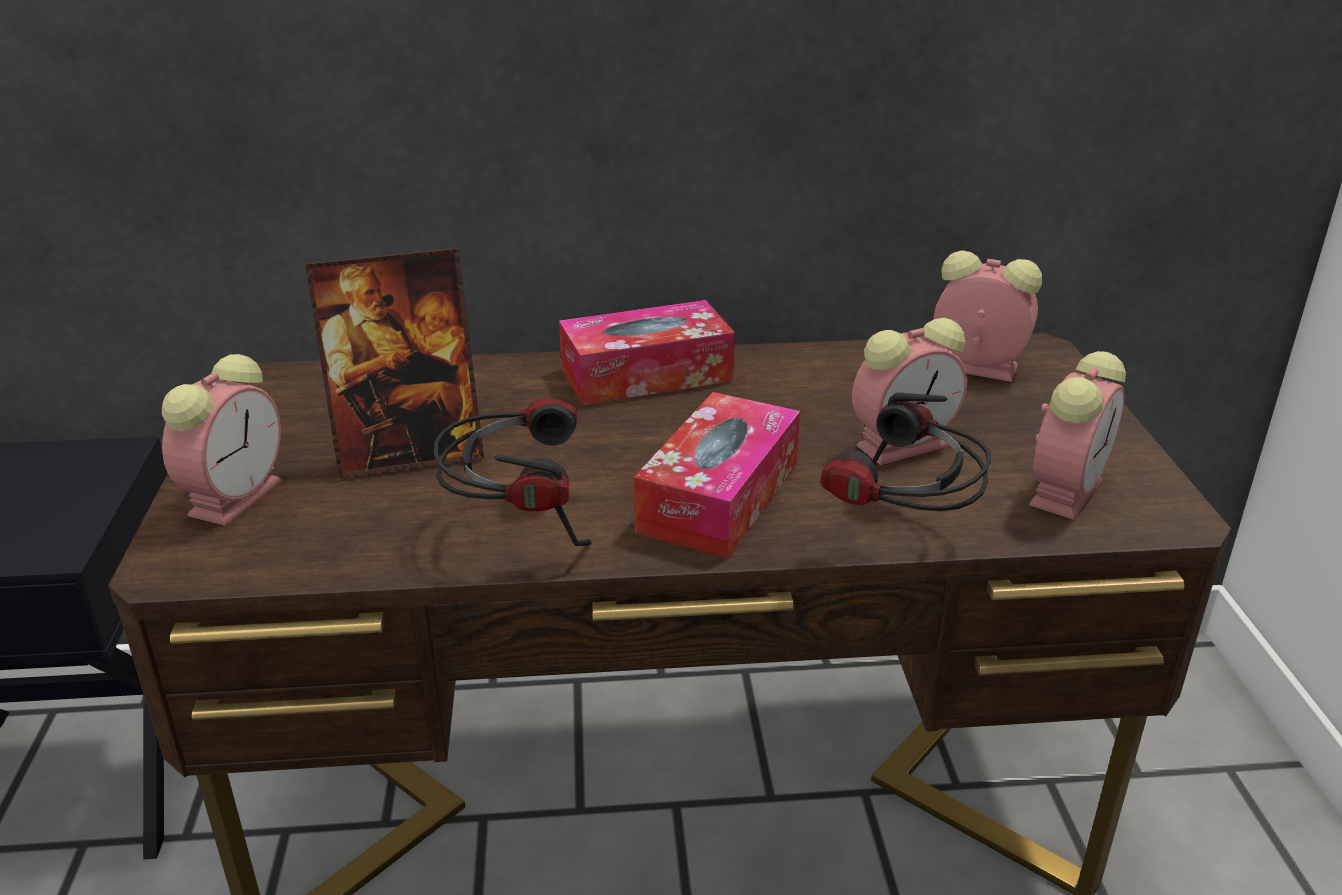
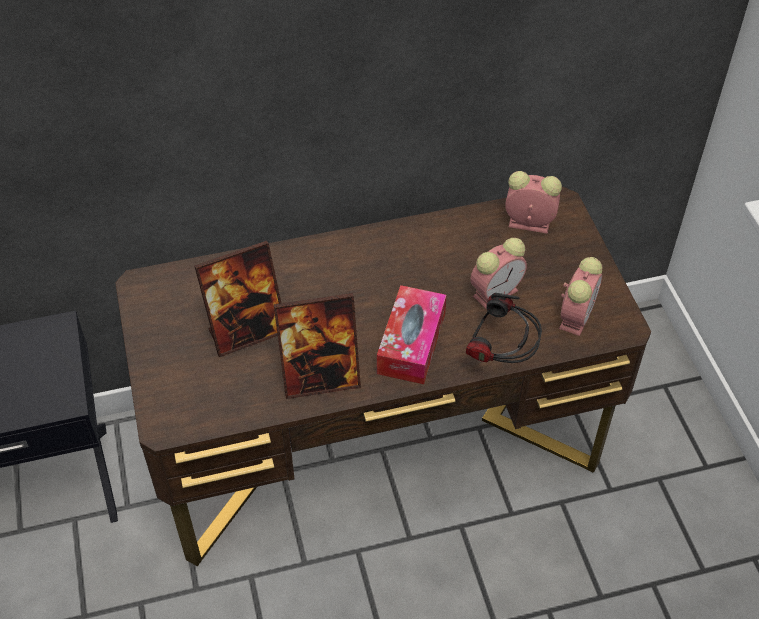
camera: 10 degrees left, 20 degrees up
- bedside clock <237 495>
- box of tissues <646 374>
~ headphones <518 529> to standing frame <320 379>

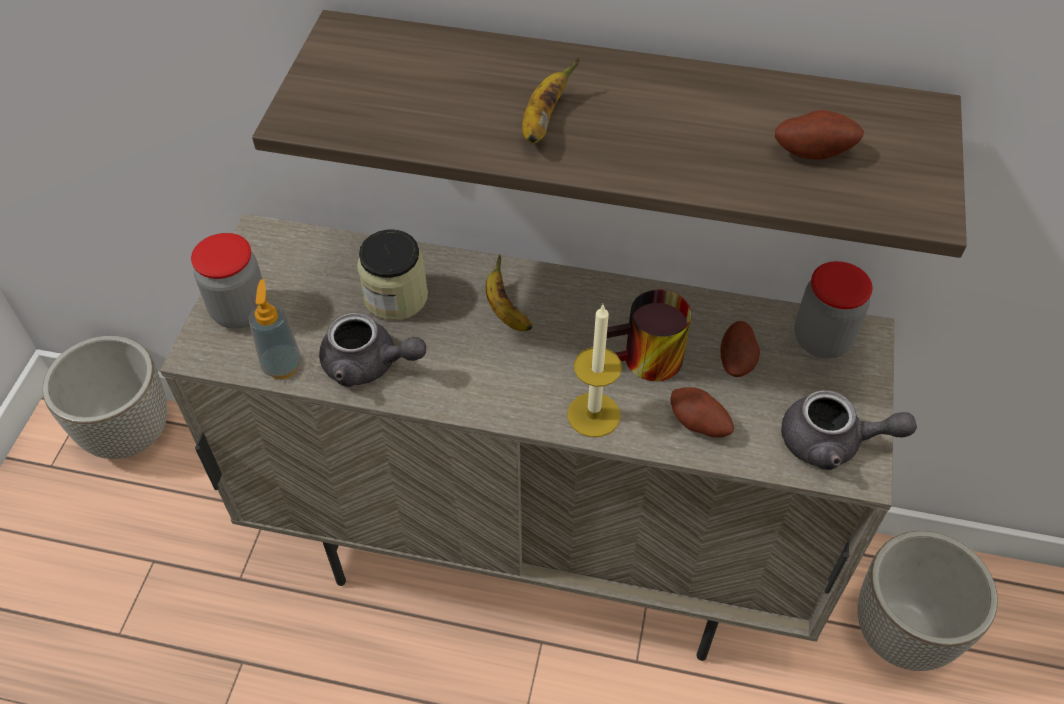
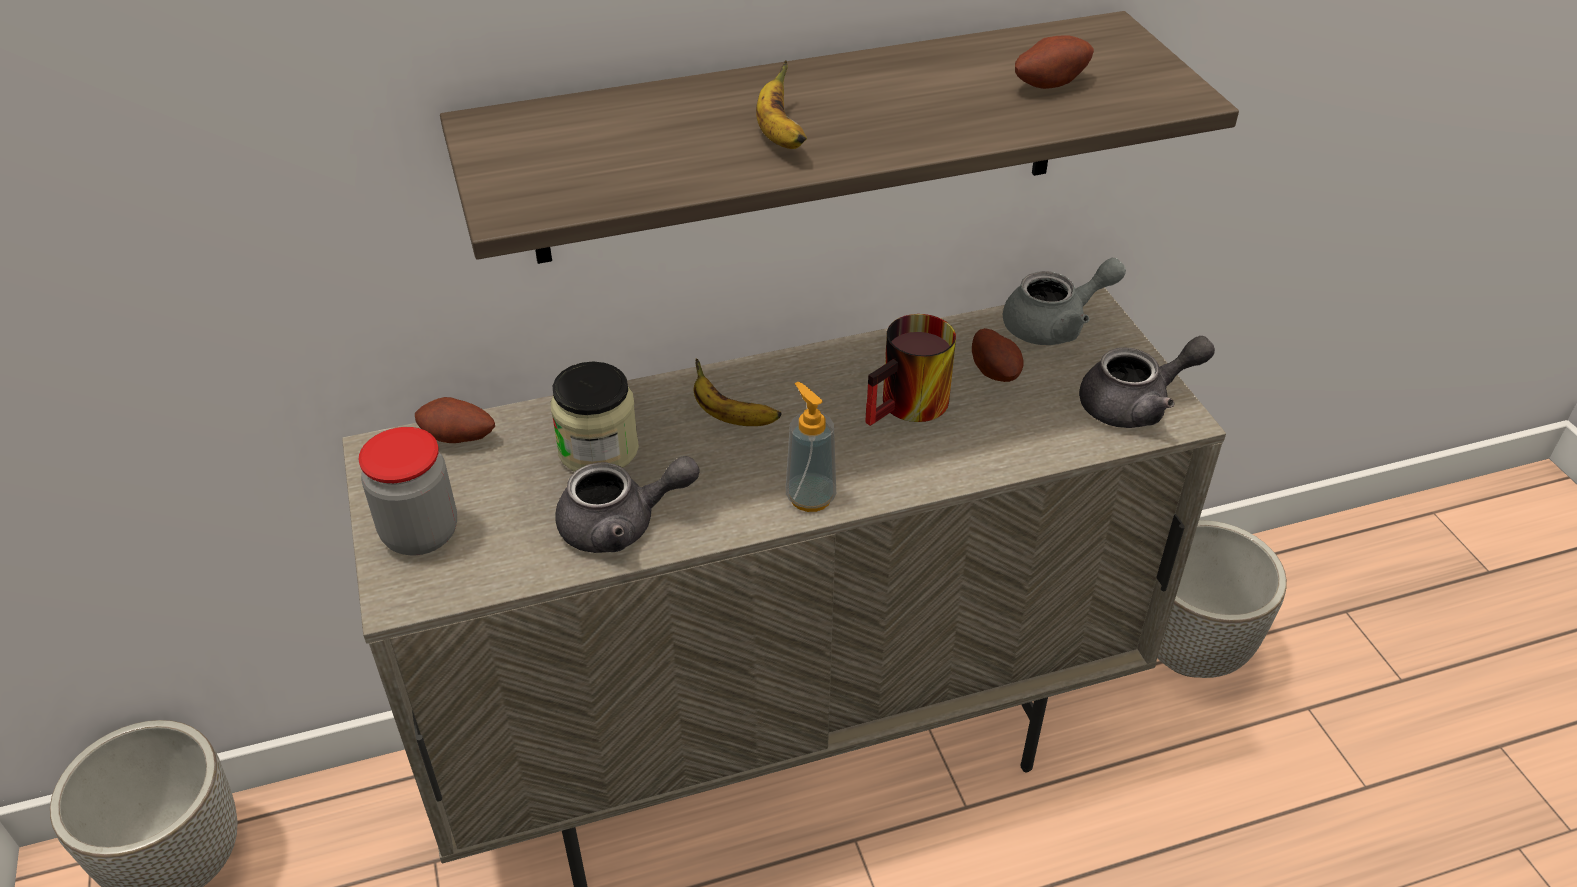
camera: 30 degrees left, 10 degrees down
- wax light <593 415>
~ liquid soap bottle <282 365> to <810 497>
~ potato <697 425> to <457 439>
~ jar <822 340> to grey pot for tea <1055 325>

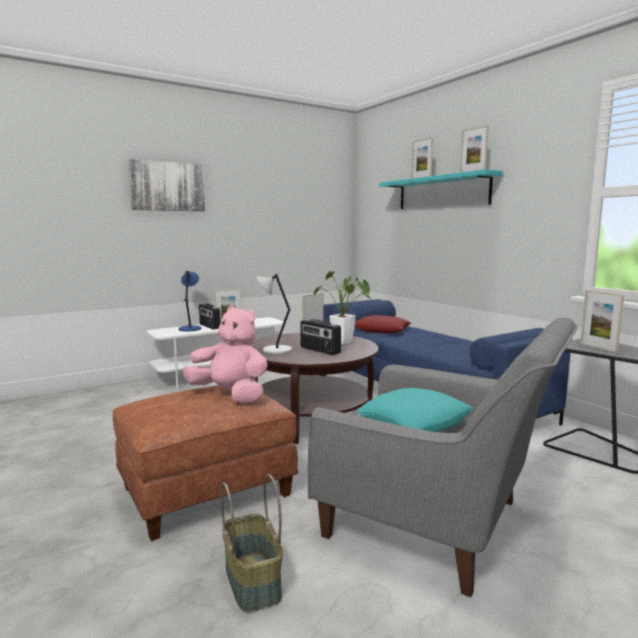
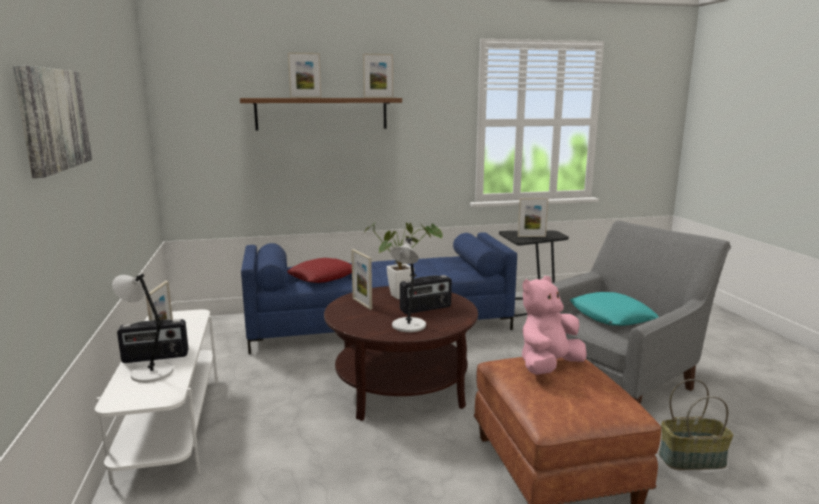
camera: 70 degrees left, 5 degrees up
~ blue-coloured table lamp <190 328> to grey table lamp <150 373>
~ blue-green bracket shelf <442 192> to brownish bracket shelf <321 113>

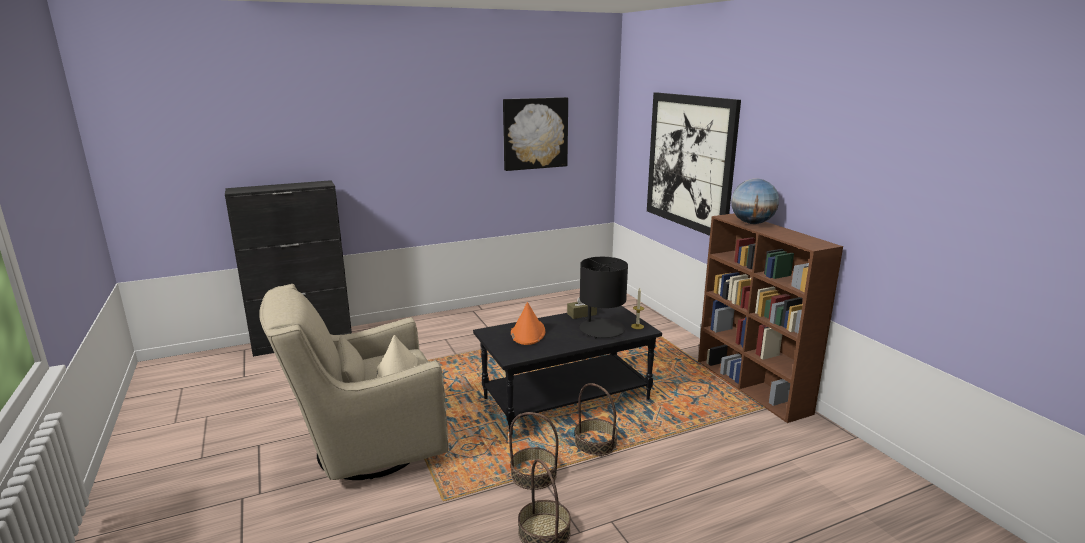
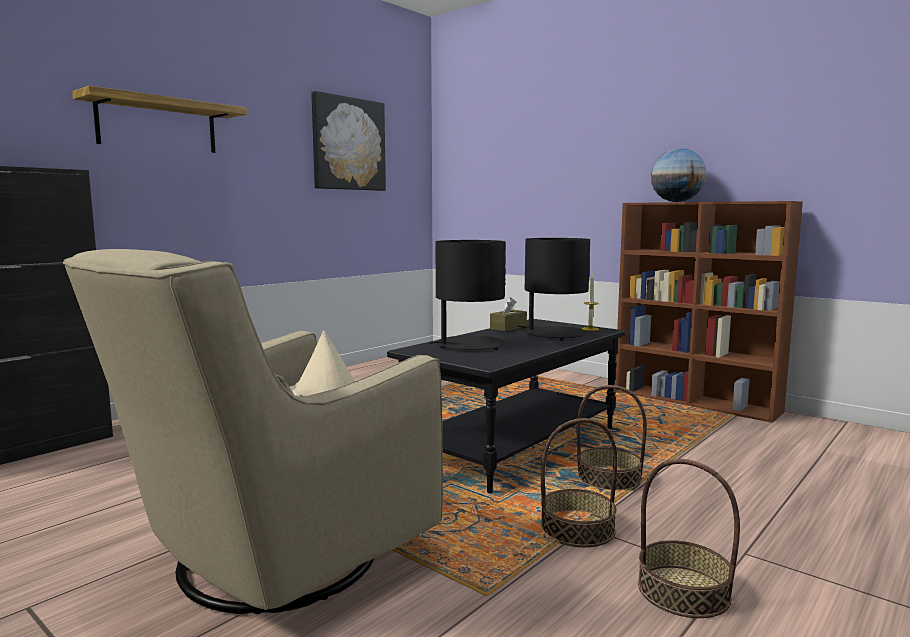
camera: 25 degrees left, 10 degrees down
- wall picture <690 162>
+ bracket shelf <157 125>
~ orange wearable hat <527 333> to black-coloured table lamp <469 345>

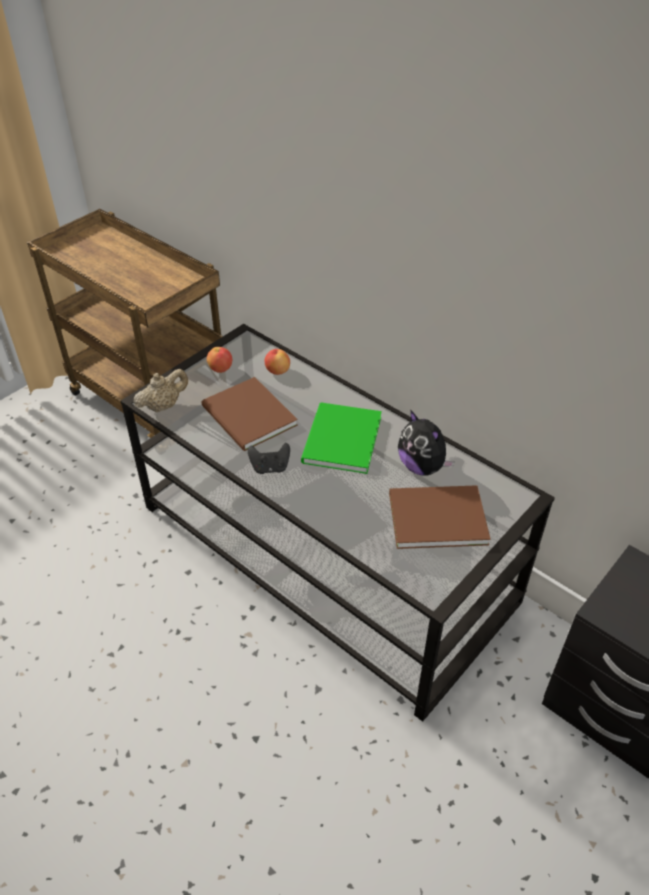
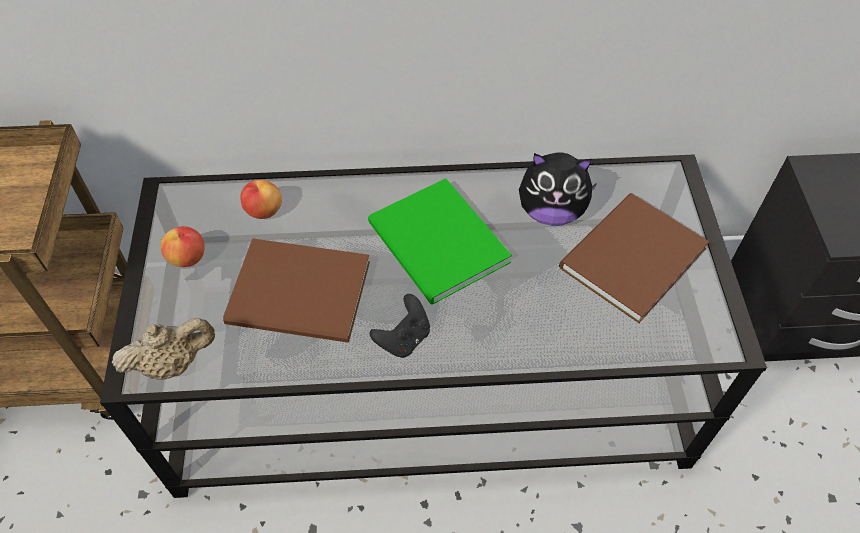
camera: 45 degrees left, 10 degrees up
~ beige-coloured pot for tea <163 406> = <173 363> 60 degrees clockwise

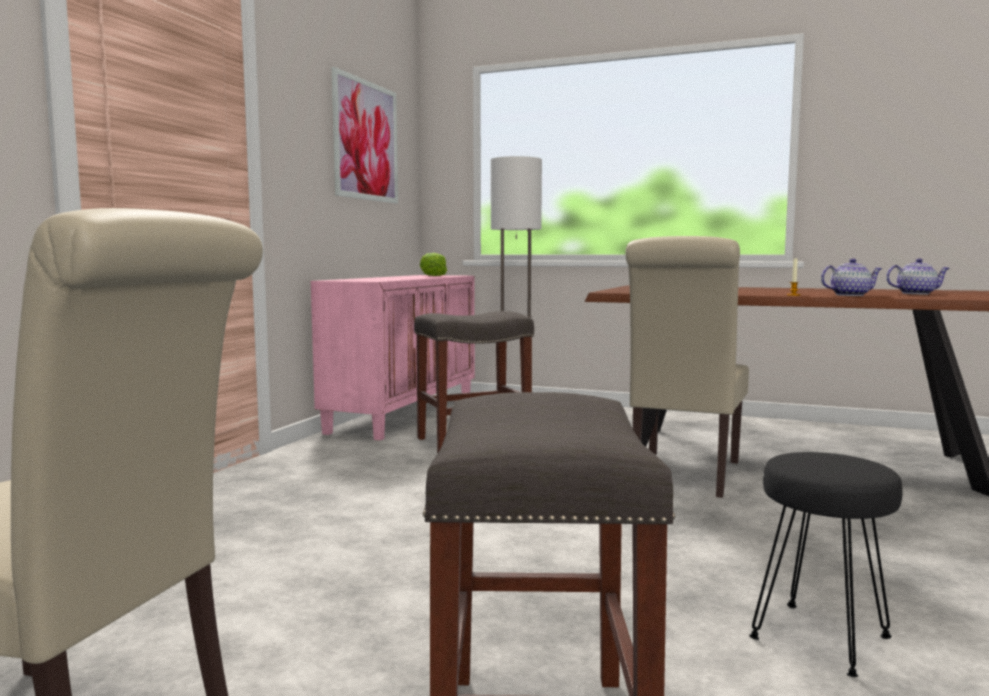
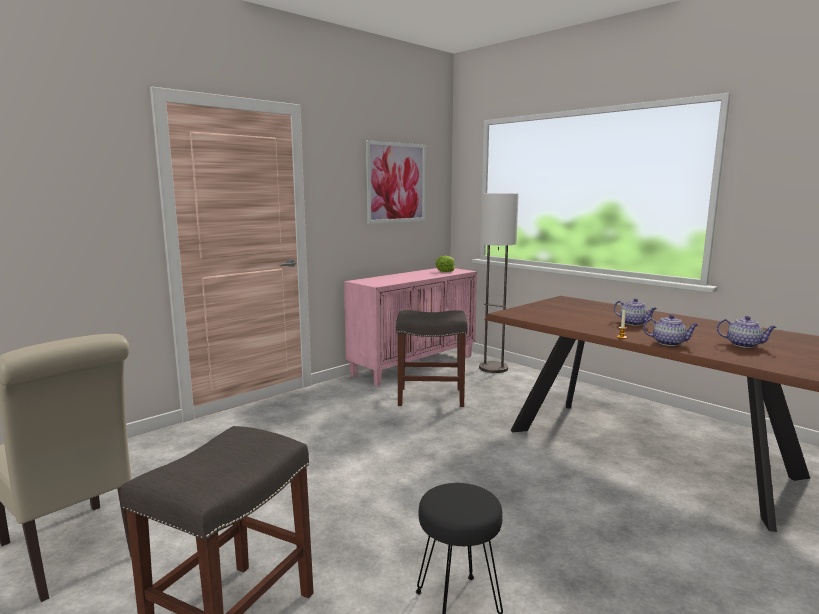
camera: 25 degrees right, 5 degrees up
- beige-coloured chair <683 476>
+ pot for tea <634 323>

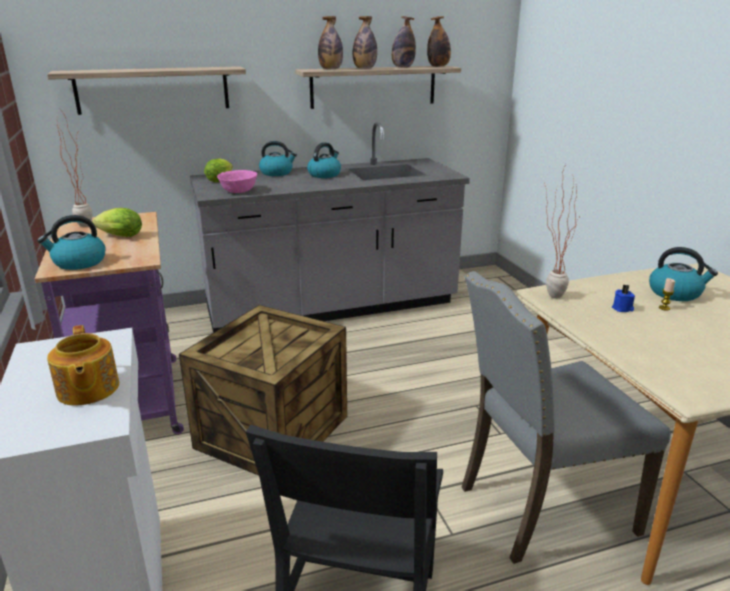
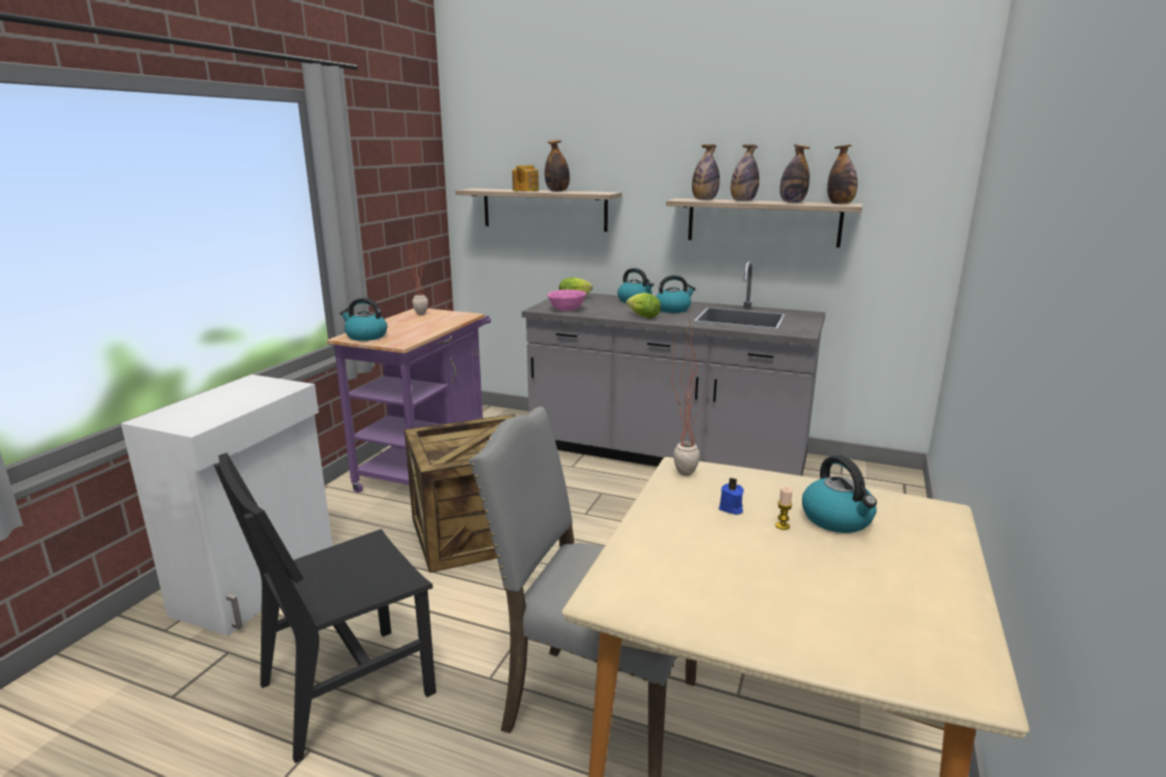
camera: 40 degrees right, 5 degrees down
+ drink bottle <557 191>
~ pot for tea <87 390> to <525 190>
~ lettuce head <118 236> to <641 316>

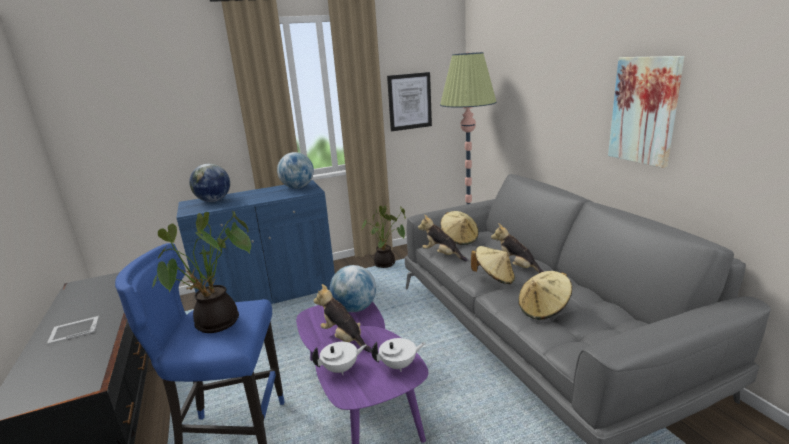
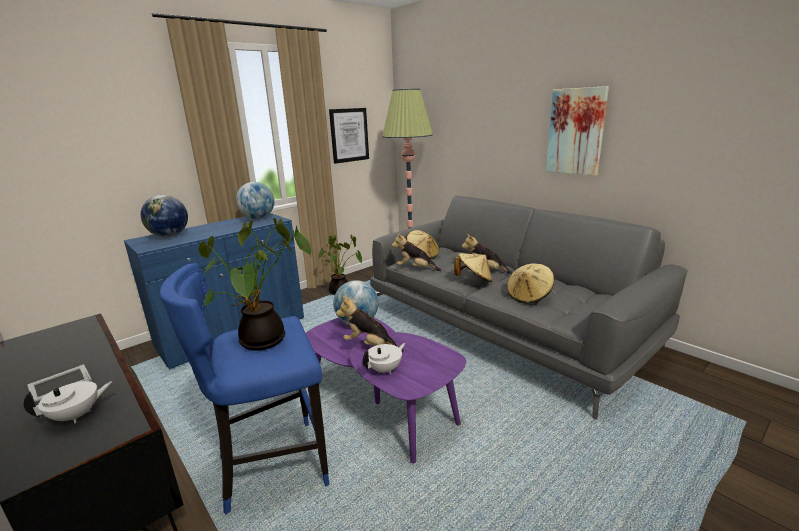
camera: 20 degrees left, 0 degrees up
~ white-coloured pot for tea <399 365> to <77 415>

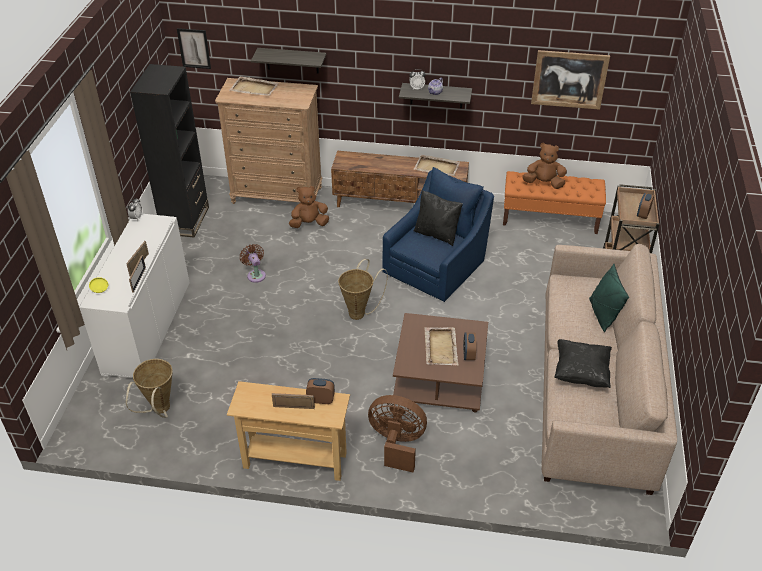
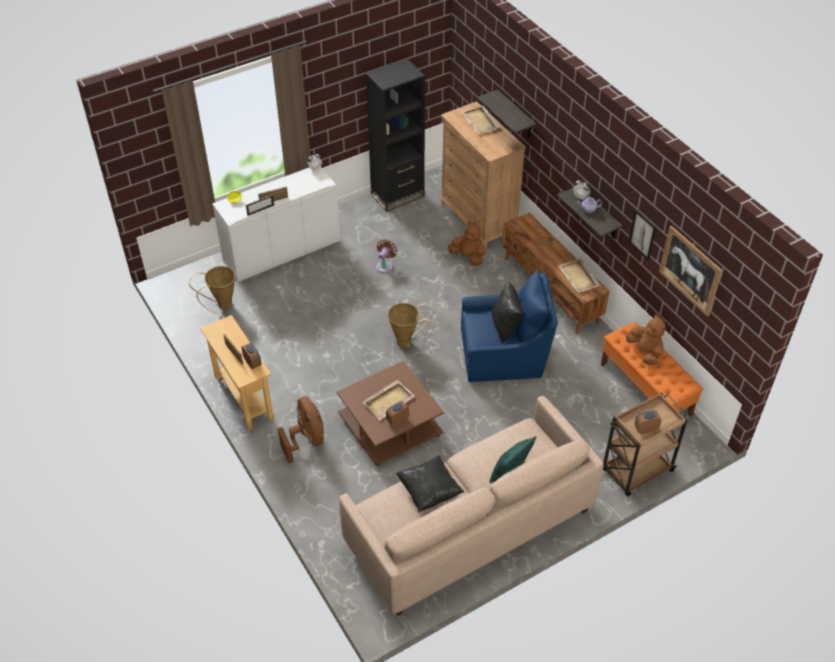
camera: 50 degrees right, 5 degrees up
~ wall picture <194 48> to <642 235>

